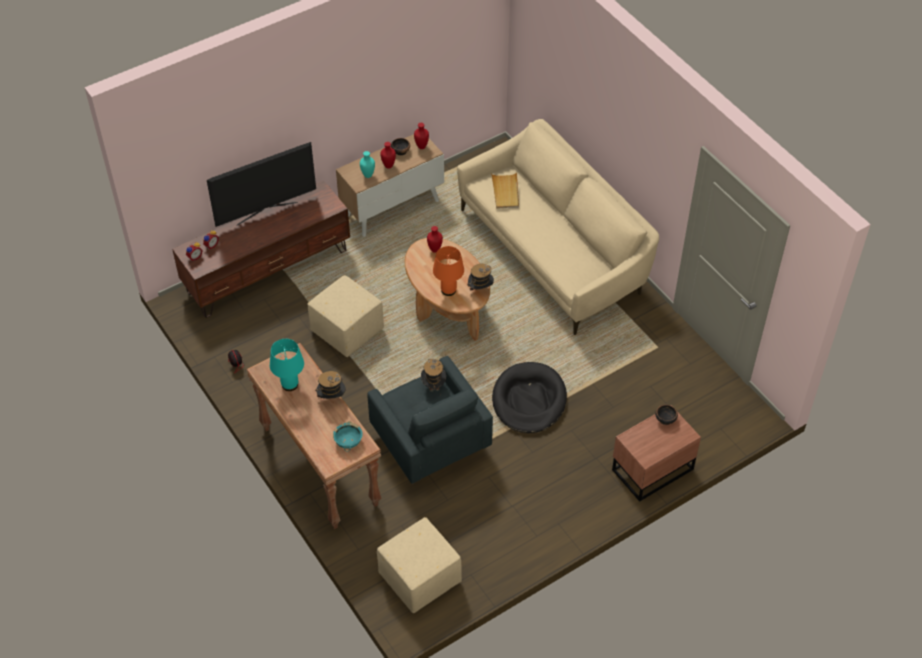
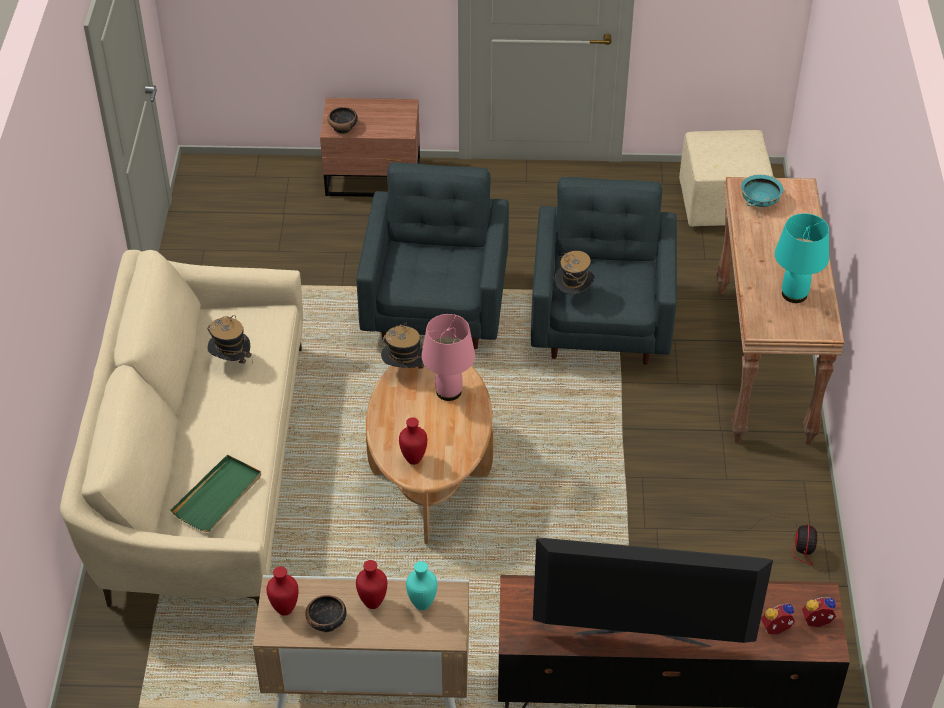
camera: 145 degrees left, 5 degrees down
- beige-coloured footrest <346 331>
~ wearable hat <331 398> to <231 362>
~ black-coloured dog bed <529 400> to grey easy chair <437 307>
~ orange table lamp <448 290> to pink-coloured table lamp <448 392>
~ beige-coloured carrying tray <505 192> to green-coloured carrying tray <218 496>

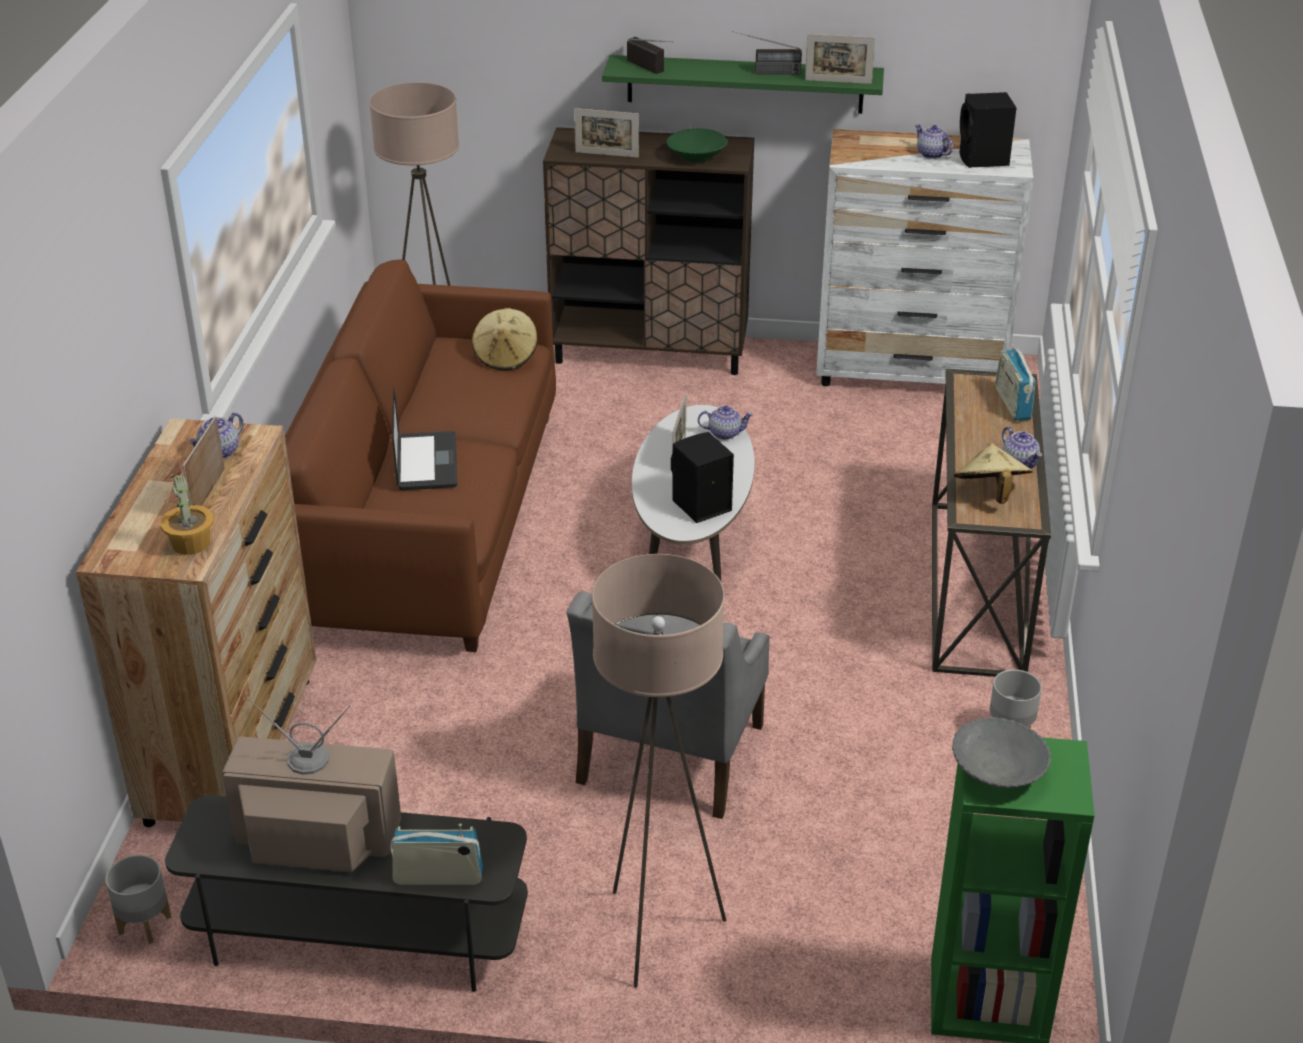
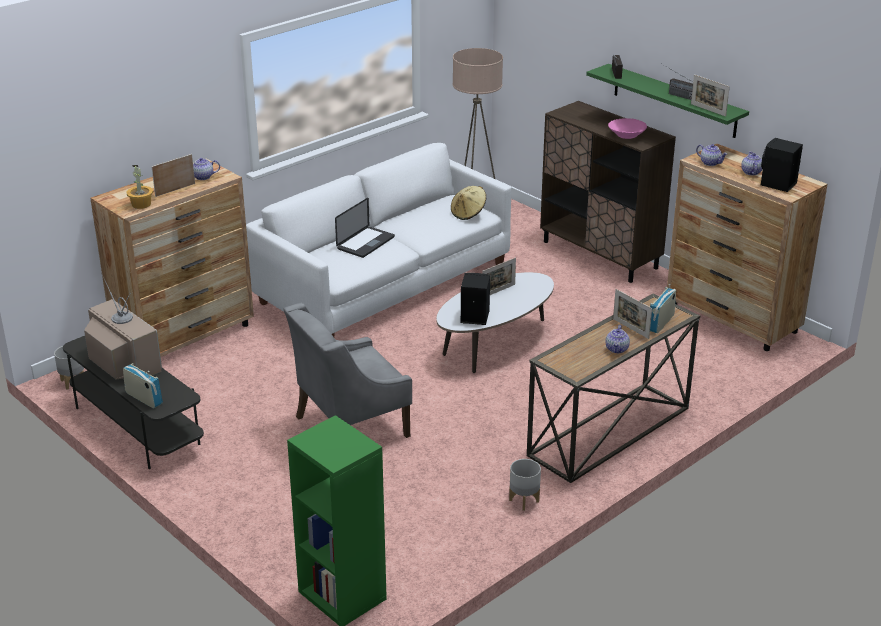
camera: 40 degrees right, 5 degrees down
- beige-coloured standard lamp <657 933>
- grey serving bowl <998 772>
- beige-coloured wearable hat <990 494>
~ standing frame <607 154> to <630 328>
~ pot for tea <725 433> to <710 163>
~ brownish sofa <424 519> to white-coloured sofa <384 283>
~ green-coloured serving bowl <696 157> to pink-coloured serving bowl <626 136>
~ white-coloured dresser <910 372> to brownish dresser <733 319>

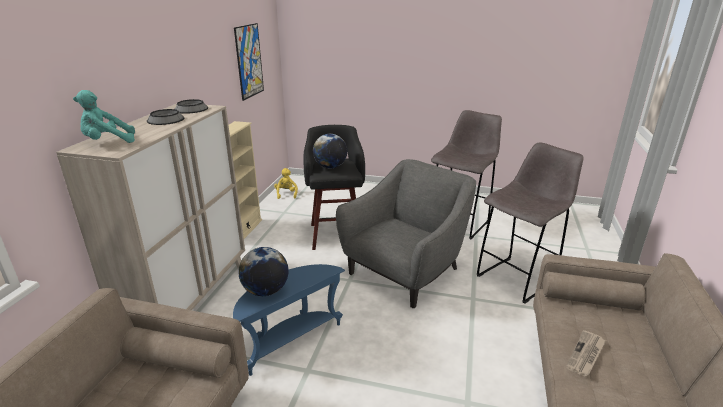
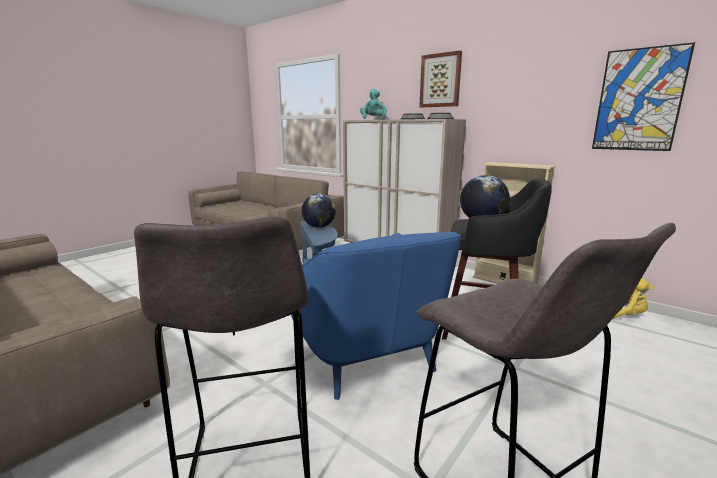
camera: 115 degrees right, 10 degrees down
- newspaper <586 355>
+ wall picture <440 80>
~ grey easy chair <406 271> to blue-coloured easy chair <364 352>

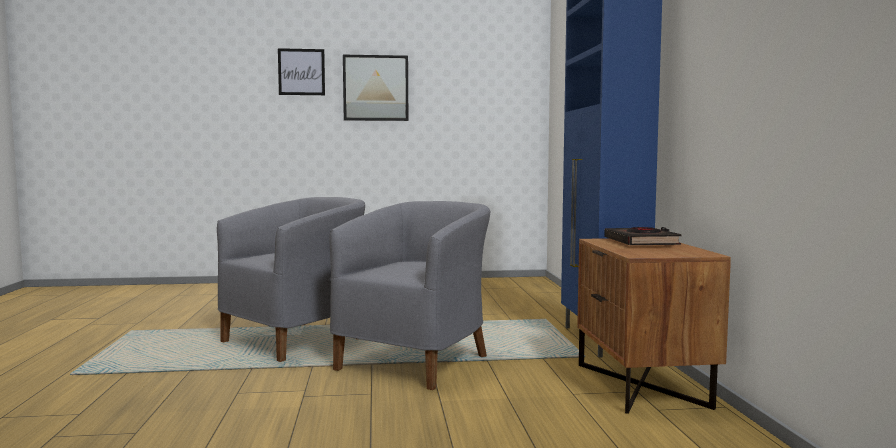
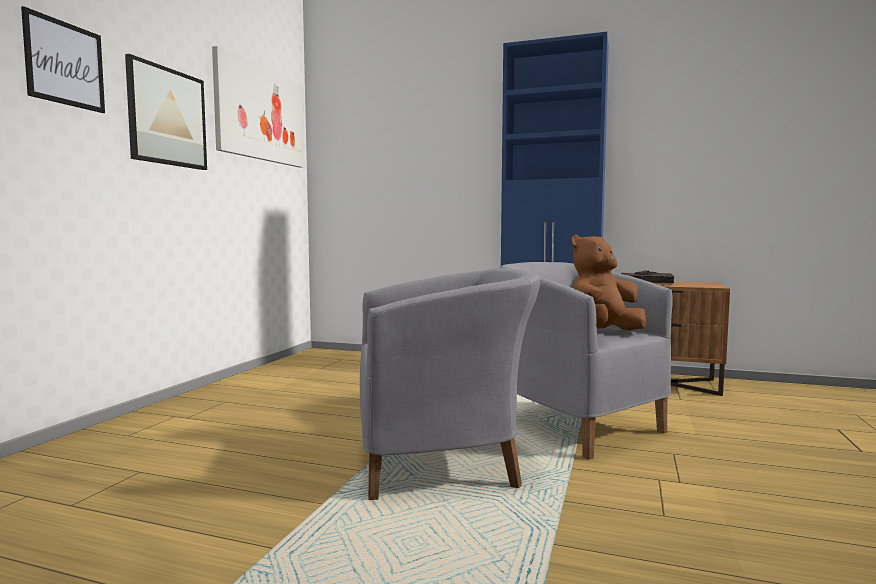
camera: 65 degrees left, 0 degrees up
+ wall picture <260 114>
+ brownish plush toy <603 333>
~ grey easy chair <298 339> = <444 463> 105 degrees clockwise

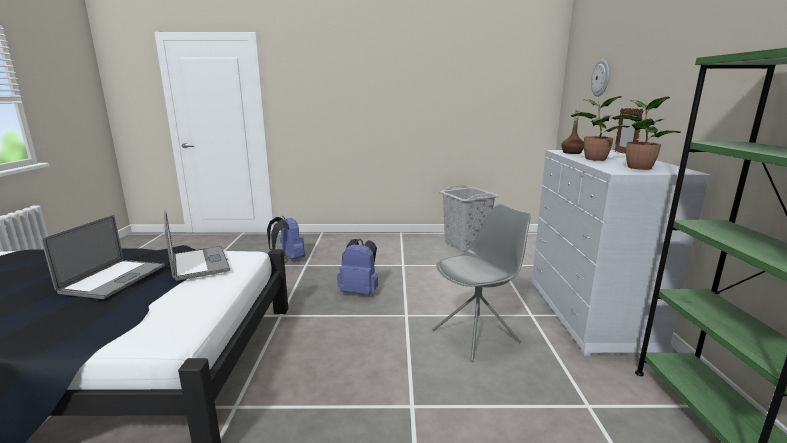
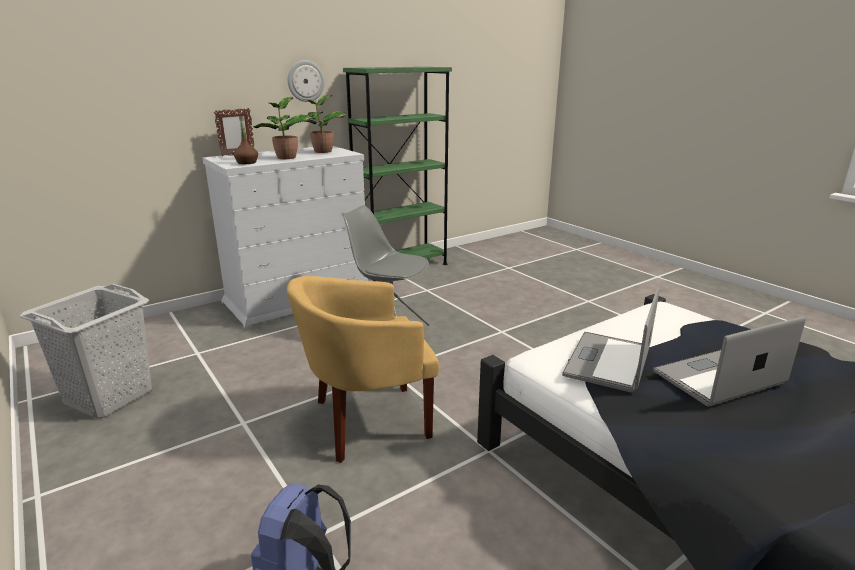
camera: 125 degrees left, 5 degrees up
~ clock on the wall <601 78> to <305 81>
~ blue-coloured rucksack <360 291> to yellow-coloured easy chair <367 421>

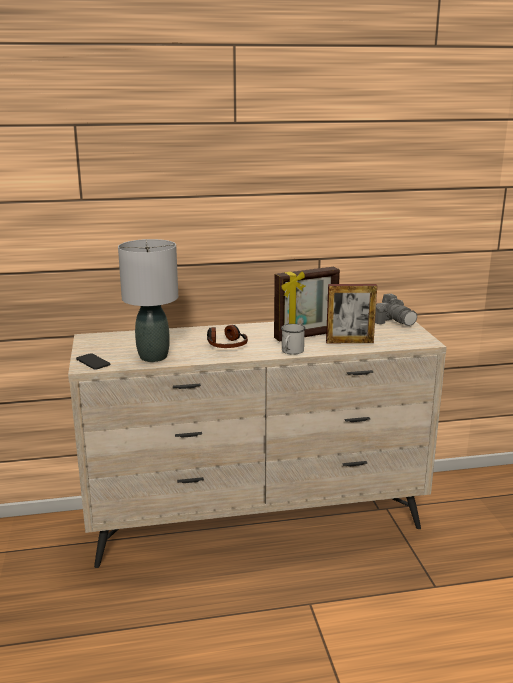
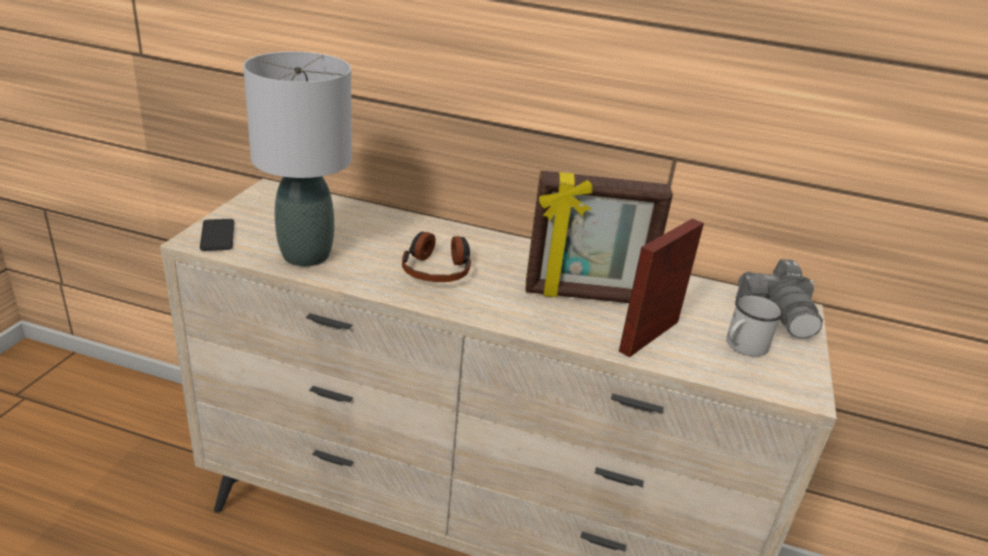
camera: 25 degrees right, 10 degrees up
~ white-coloured mug <291 352> to <742 347>
~ standing frame <349 342> = <649 336> 105 degrees clockwise

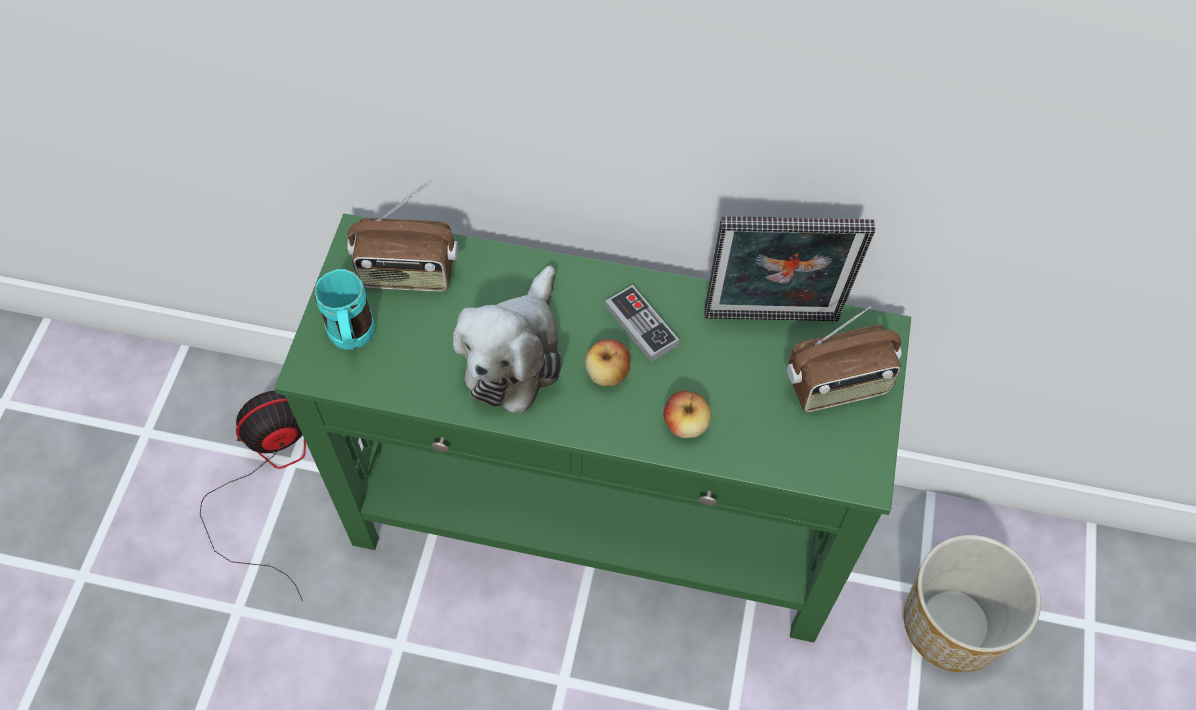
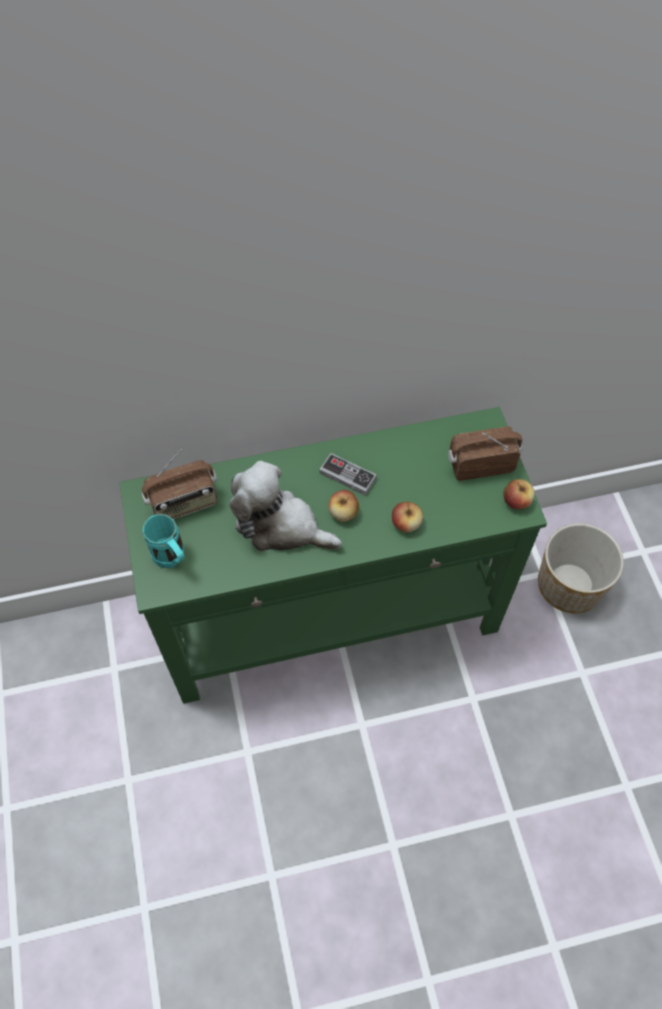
camera: 25 degrees left, 0 degrees up
- fan <268 476>
- standing frame <771 322>
+ whole apple <516 501>
~ plush toy <515 355> = <280 525> 120 degrees clockwise
~ radio receiver <837 386> = <480 464> 150 degrees counterclockwise

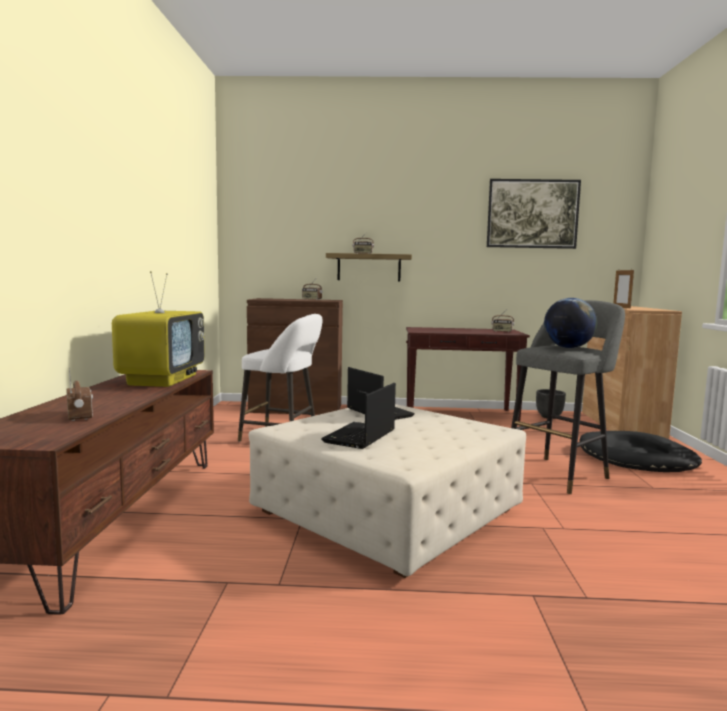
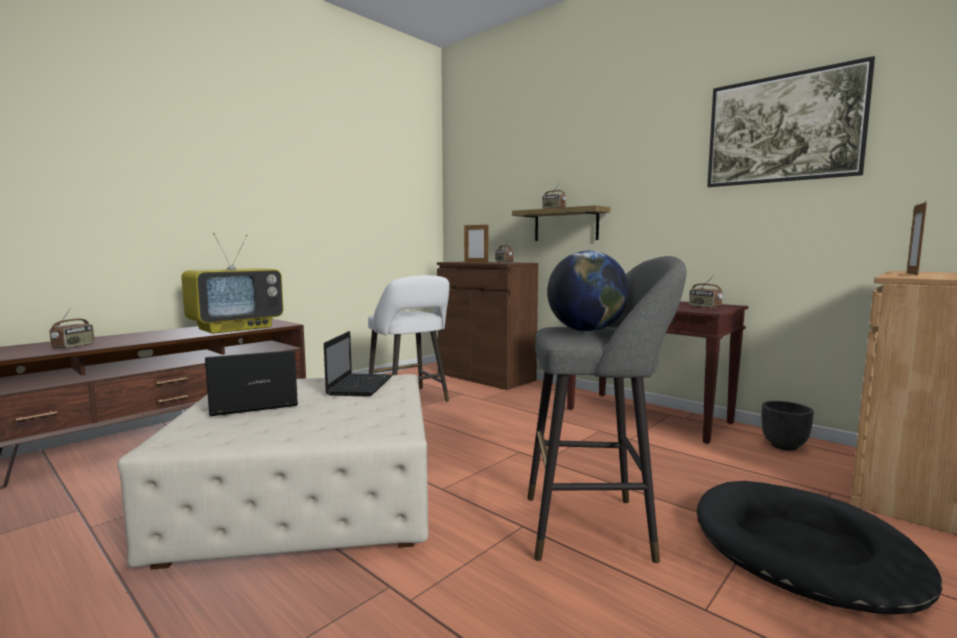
camera: 40 degrees right, 0 degrees up
+ standing frame <476 262>

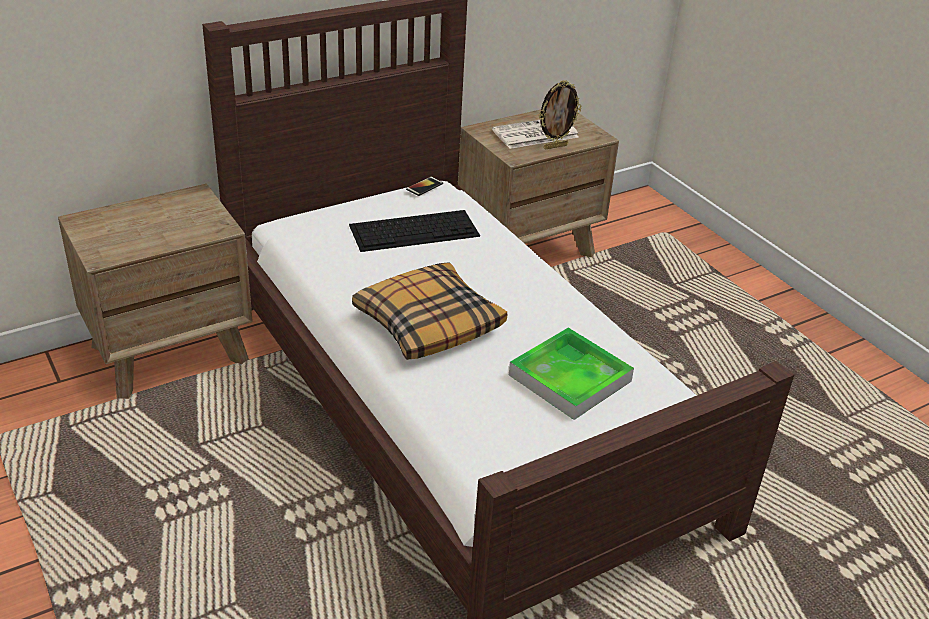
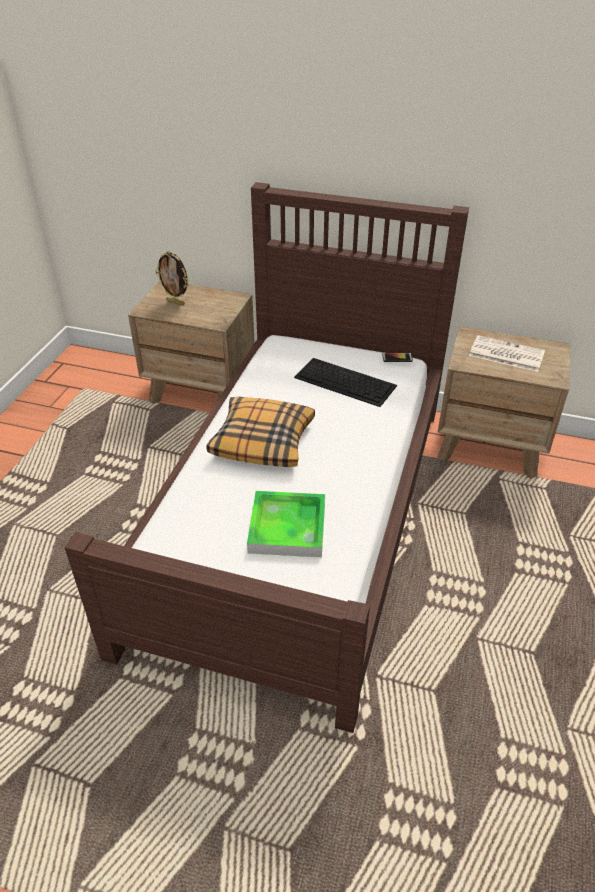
camera: 50 degrees right, 5 degrees up
~ standing frame <555 146> to <176 302>

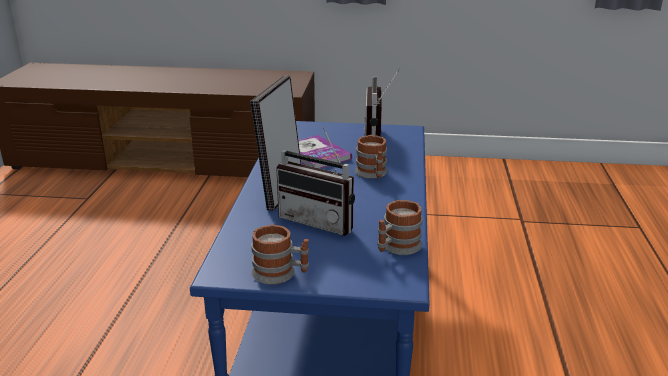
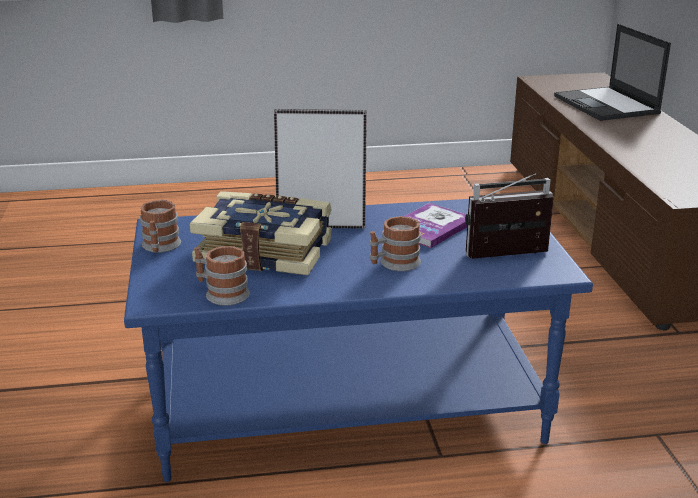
camera: 75 degrees right, 0 degrees up
+ notebook computer <607 105>
~ radio receiver <321 221> to bound book <265 251>

